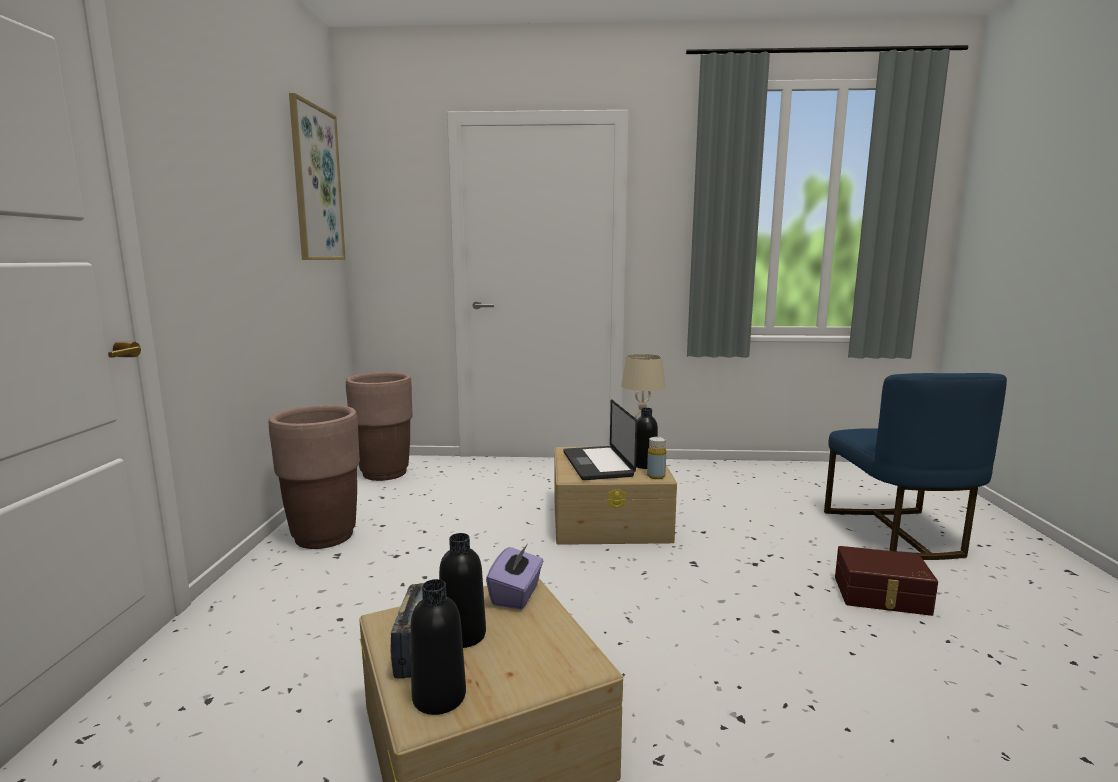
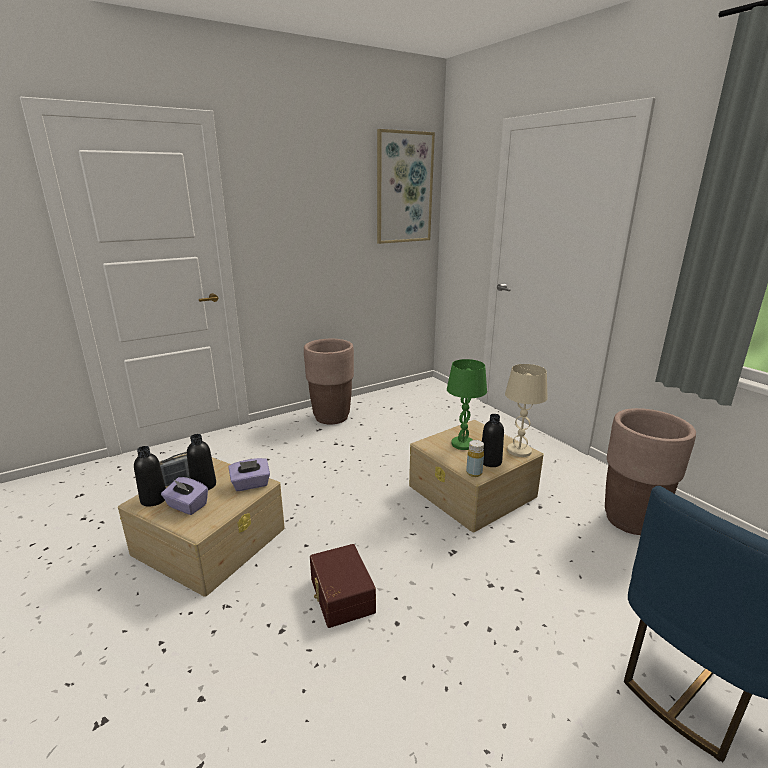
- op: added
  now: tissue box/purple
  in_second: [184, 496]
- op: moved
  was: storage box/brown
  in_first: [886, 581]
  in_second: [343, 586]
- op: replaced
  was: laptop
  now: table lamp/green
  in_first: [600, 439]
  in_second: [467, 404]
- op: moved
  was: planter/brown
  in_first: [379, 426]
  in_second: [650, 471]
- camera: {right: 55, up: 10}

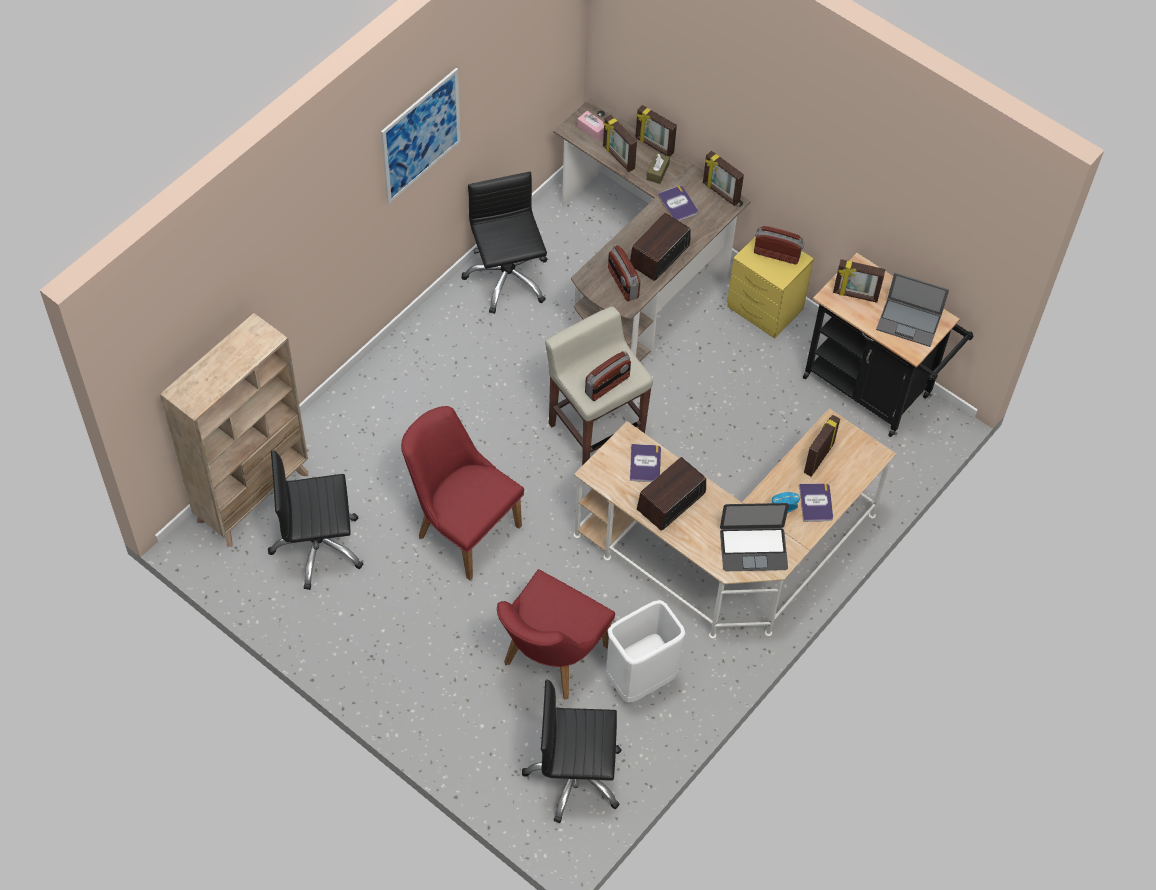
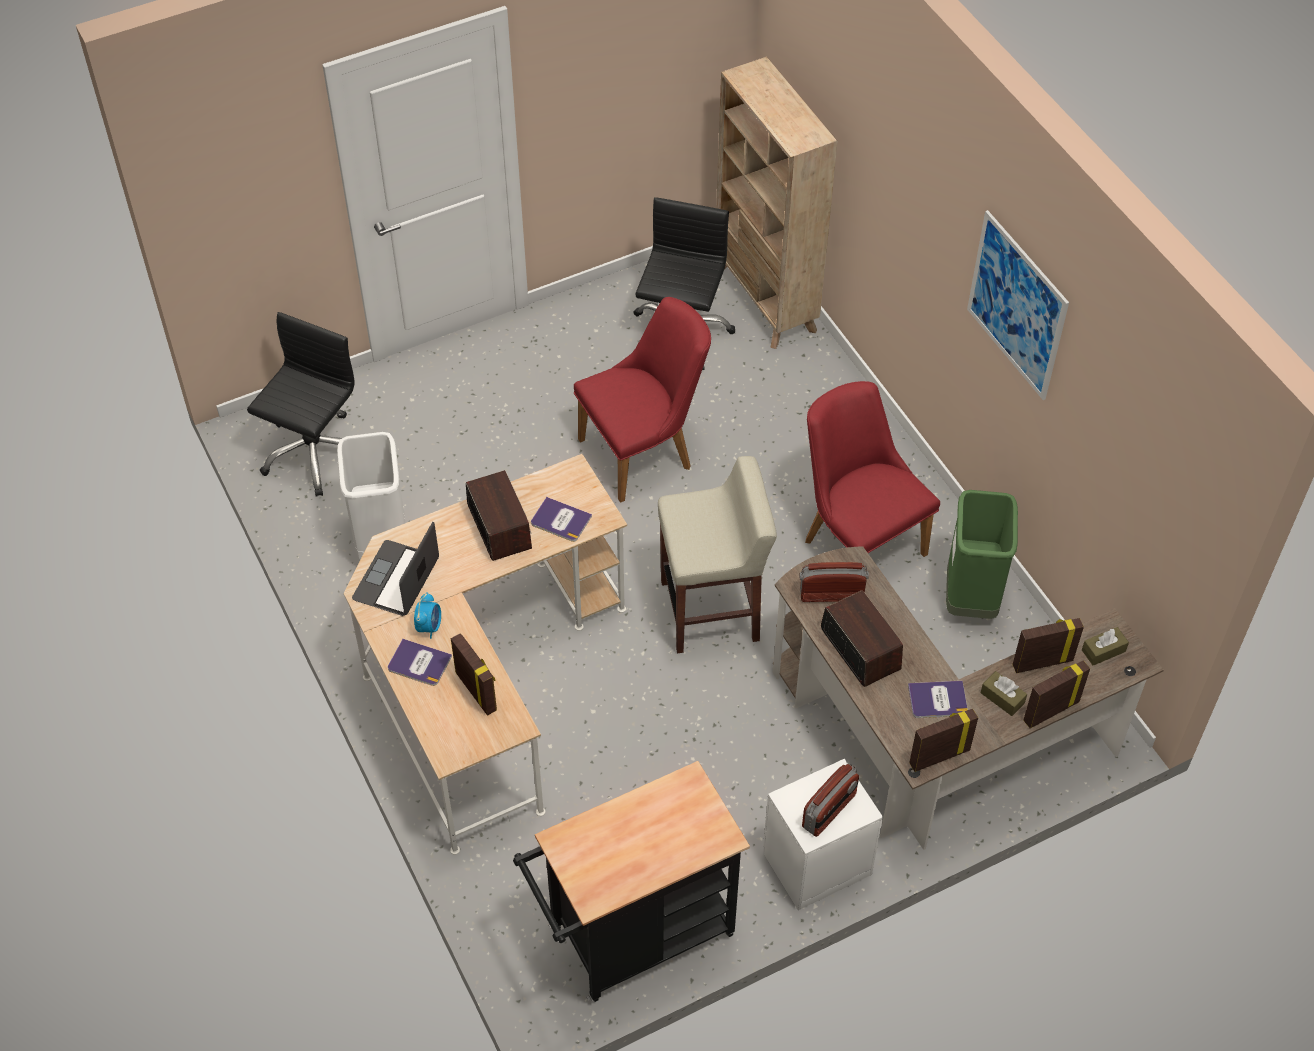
- op: recoloured
  was: nightstand/yellow
  now: nightstand/white
  in_first: [770, 287]
  in_second: [823, 834]
- op: moved
  was: chair/red
  in_first: [556, 634]
  in_second: [872, 469]
- op: replaced
  was: office chair/black
  now: trash can/green
  in_first: [504, 243]
  in_second: [982, 554]
- op: recoloured
  was: tissue box/pink
  now: tissue box/brown
  in_first: [590, 125]
  in_second: [1105, 646]
- op: removed
  was: radio
  in_first: [608, 376]
- op: removed
  was: picture frame
  in_first: [859, 281]
- op: removed
  was: laptop
  in_first: [912, 309]
- camera: {right: 115, up: -5}

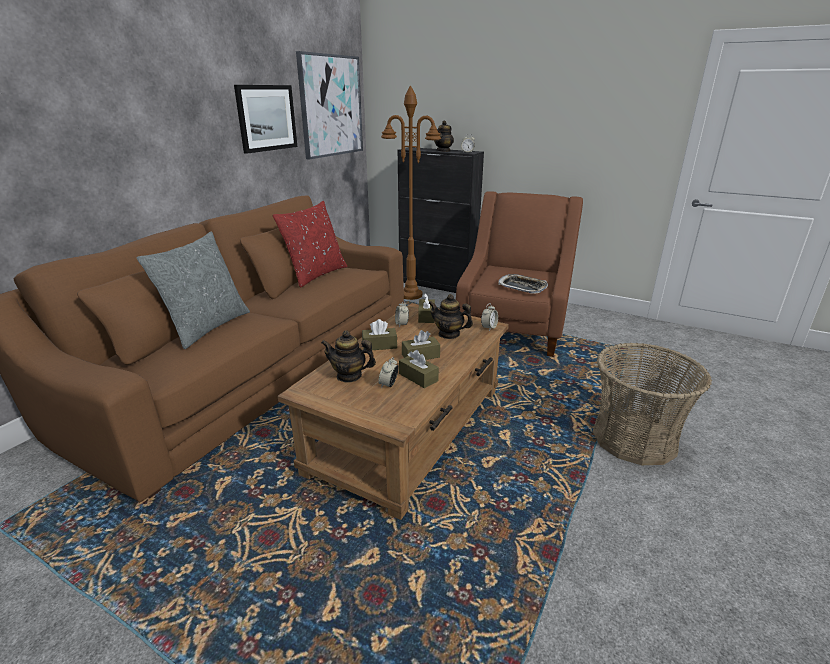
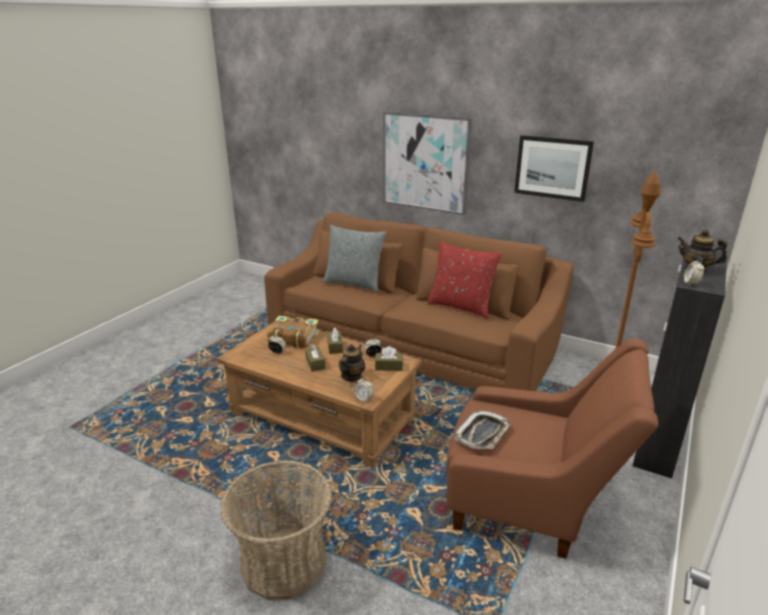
- op: replaced
  was: teapot
  now: book
  in_first: [348, 357]
  in_second: [293, 332]
- op: moved
  was: picture
  in_first: [329, 105]
  in_second: [427, 163]
- op: removed
  was: tissue box/brown
  in_first: [419, 369]
- camera: {right: 90, up: 0}

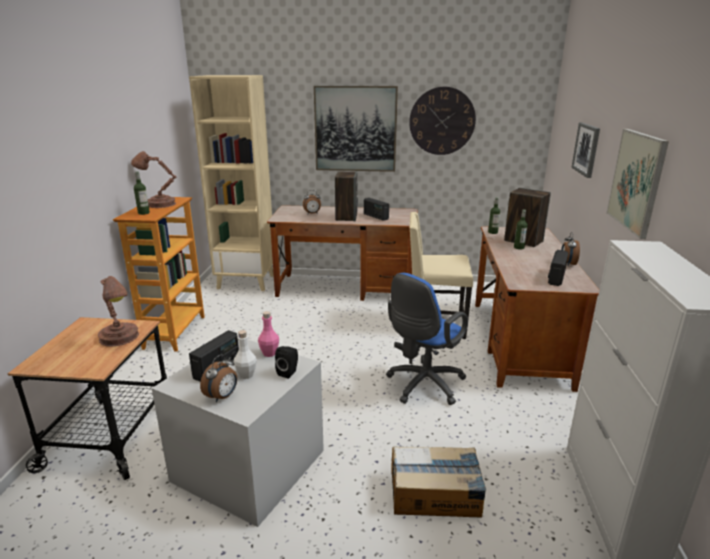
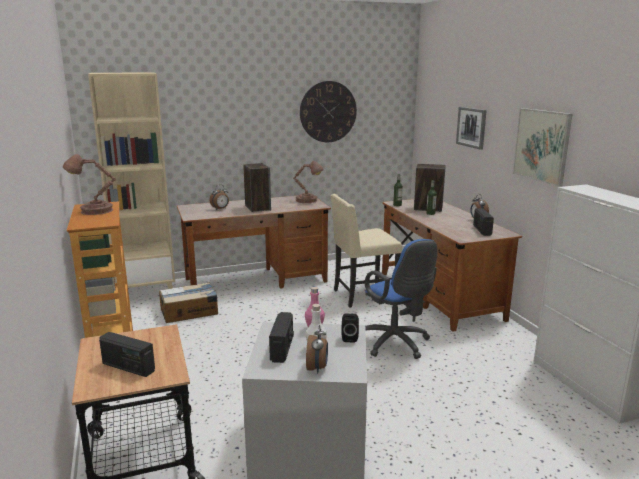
- op: moved
  was: radio
  in_first: [376, 209]
  in_second: [127, 354]
- op: moved
  was: cardboard box
  in_first: [438, 482]
  in_second: [188, 302]
- op: moved
  was: table lamp/brown
  in_first: [118, 311]
  in_second: [308, 182]
- op: turned
  was: office chair/blue
  in_first: [427, 339]
  in_second: [401, 299]
  clockwise: -45
- op: removed
  was: bottle
  in_first: [142, 193]
- op: removed
  was: picture
  in_first: [356, 129]
- camera: {right: -25, up: -5}

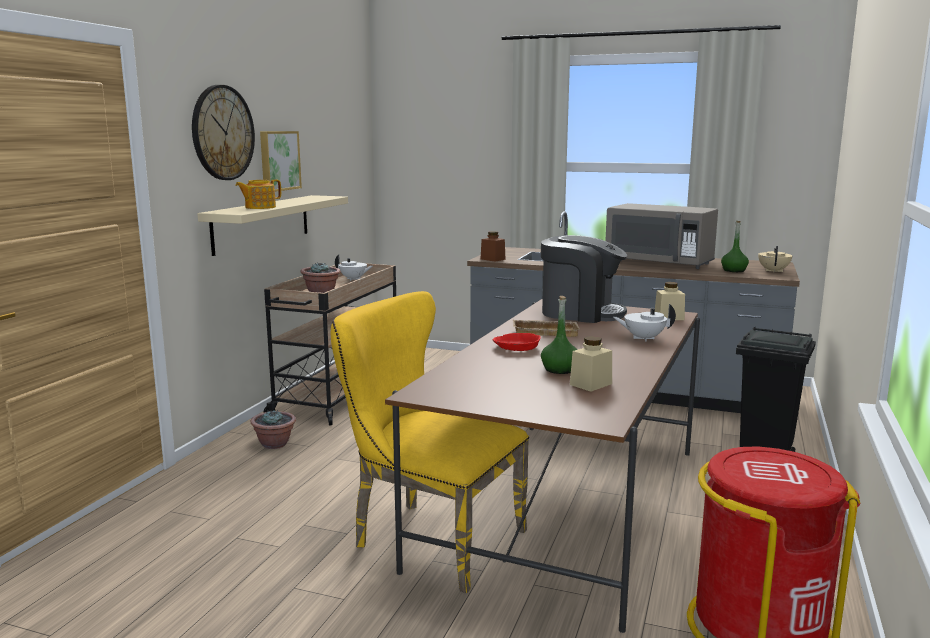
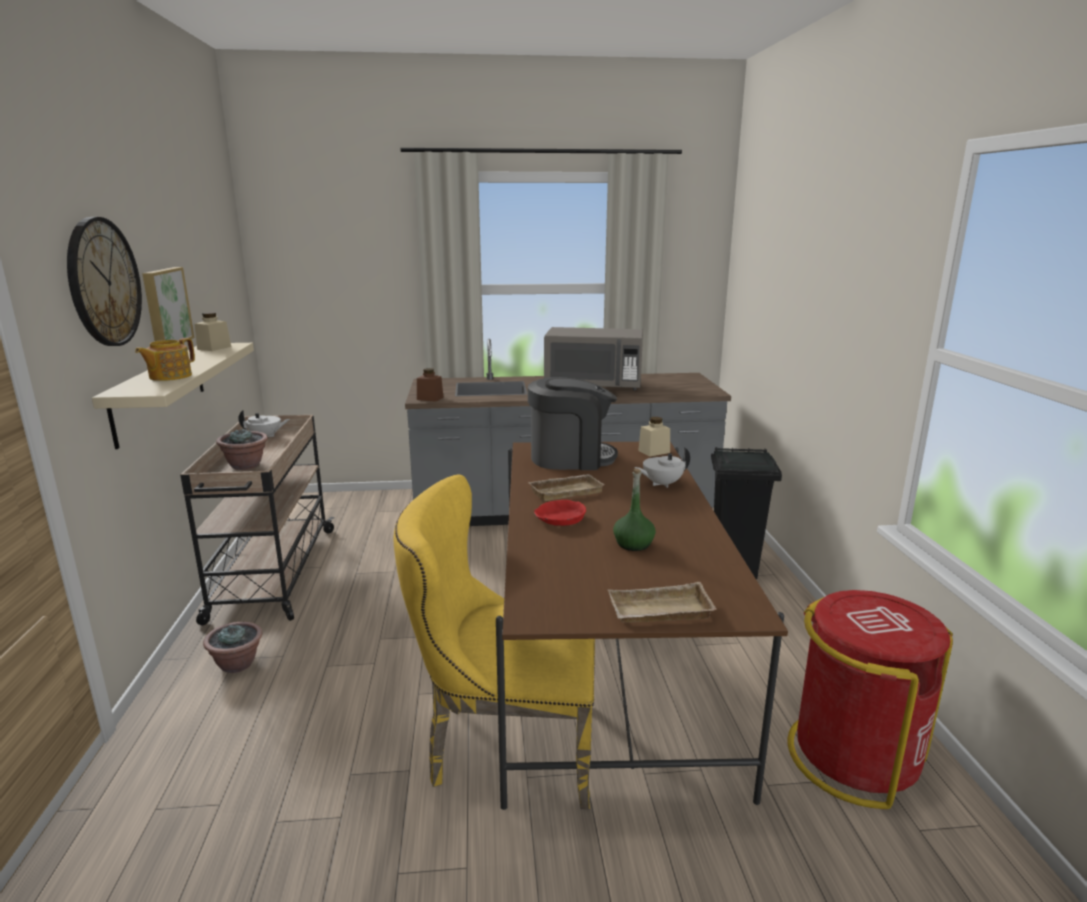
- op: moved
  was: jar/beige
  in_first: [591, 364]
  in_second: [212, 331]
- op: added
  now: tray/beige
  in_second: [662, 602]
- op: removed
  was: bottle/green
  in_first: [735, 246]
- op: removed
  was: teapot/beige
  in_first: [775, 259]
- camera: {right: -25, up: 5}

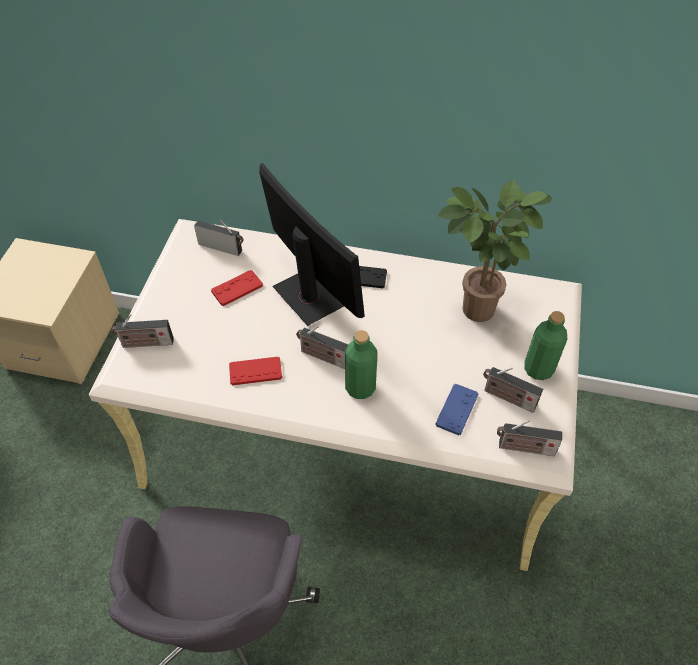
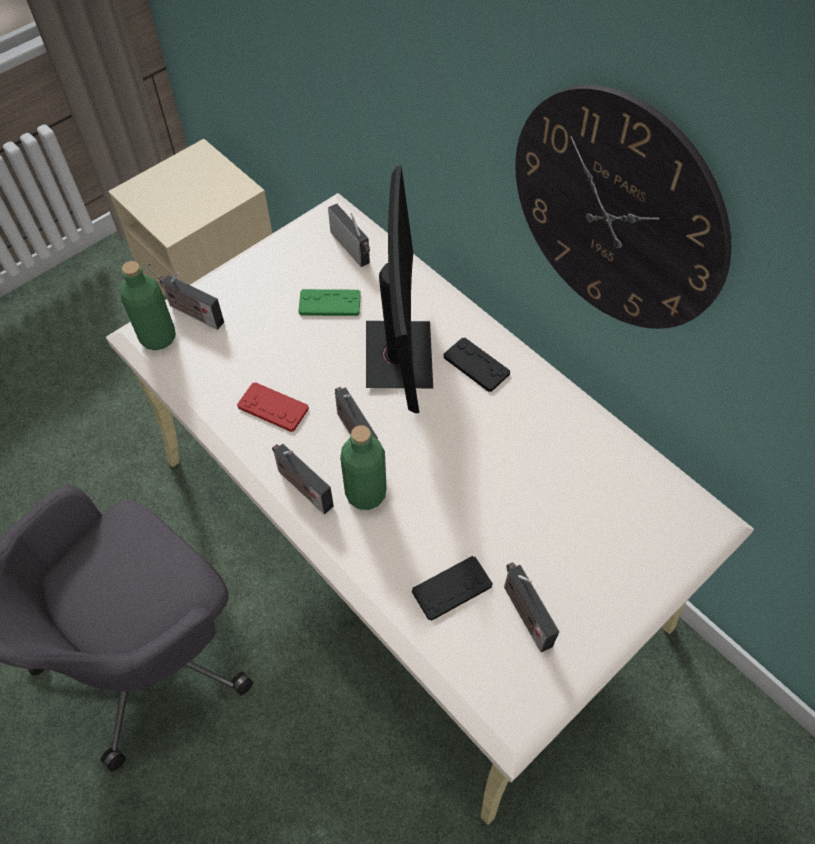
- op: moved
  was: bottle/green
  in_first: [545, 345]
  in_second: [148, 305]
- op: moved
  was: radio
  in_first: [529, 438]
  in_second: [303, 479]
- op: recoloured
  was: game controller/red
  now: game controller/green
  in_first: [237, 288]
  in_second: [329, 302]
- op: recoloured
  was: game controller/blue
  now: game controller/black
  in_first: [457, 409]
  in_second: [452, 588]
- op: added
  now: wall clock
  in_second: [623, 207]
- op: removed
  was: potted plant
  in_first: [495, 251]
- camera: {right: 35, up: 5}

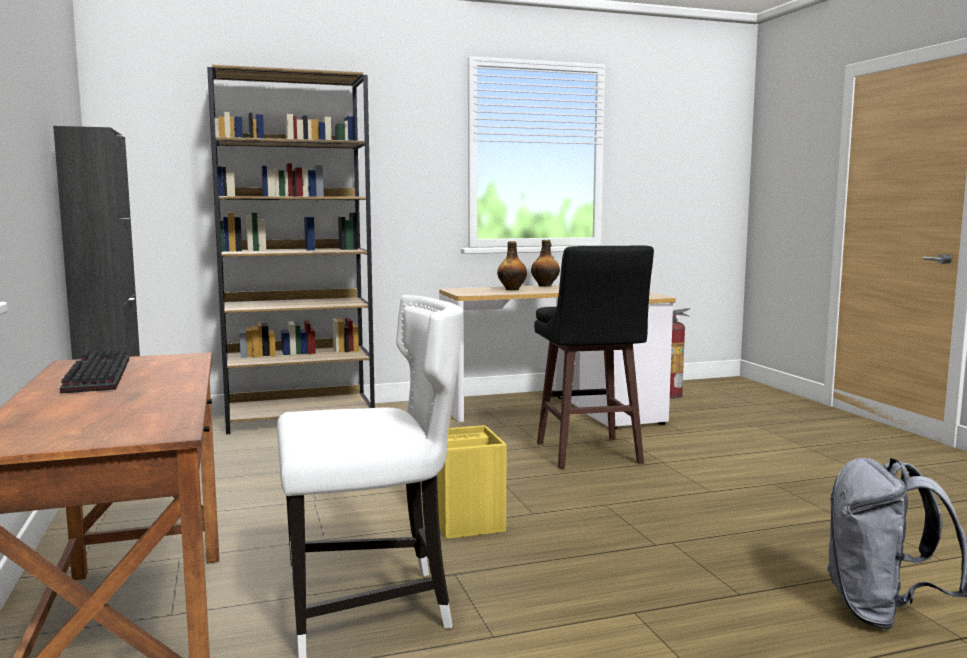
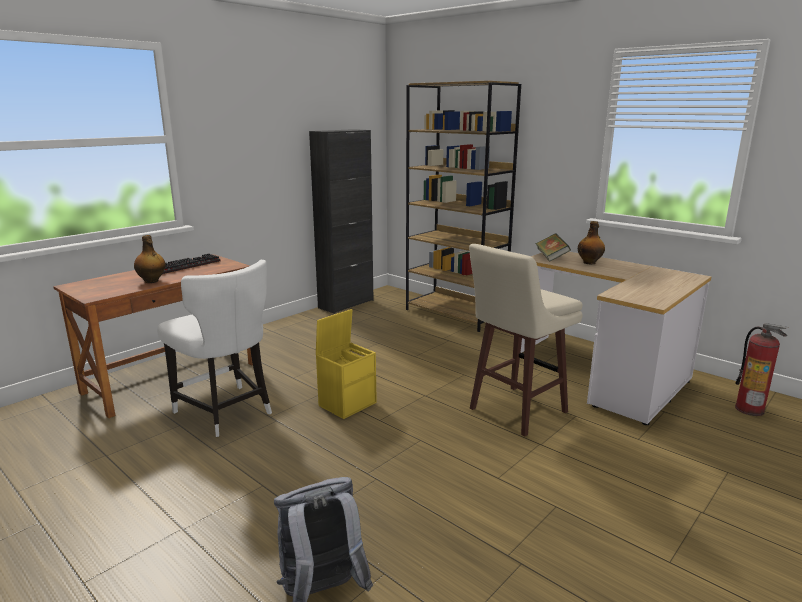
- op: moved
  was: bottle
  in_first: [545, 263]
  in_second: [150, 259]
- op: recoloured
  was: stool/black
  now: stool/beige
  in_first: [594, 357]
  in_second: [526, 340]
- op: added
  now: book
  in_second: [553, 248]
- camera: {right: 60, up: 10}

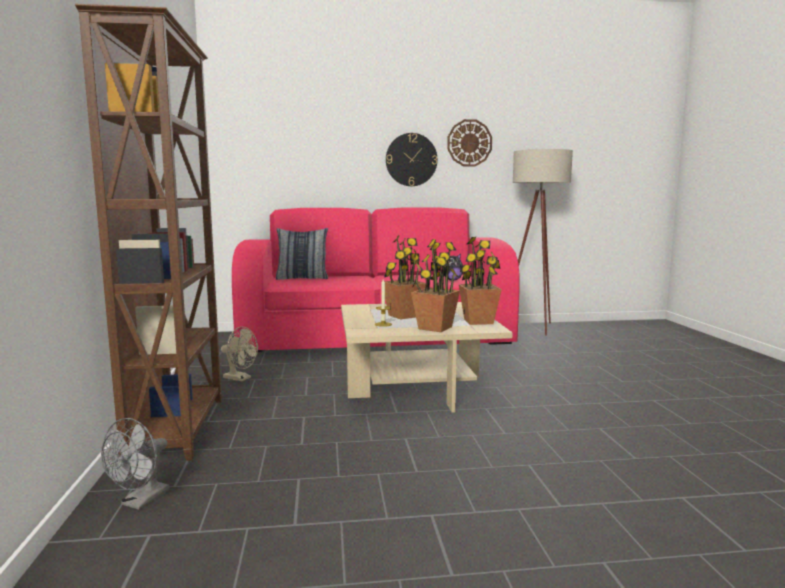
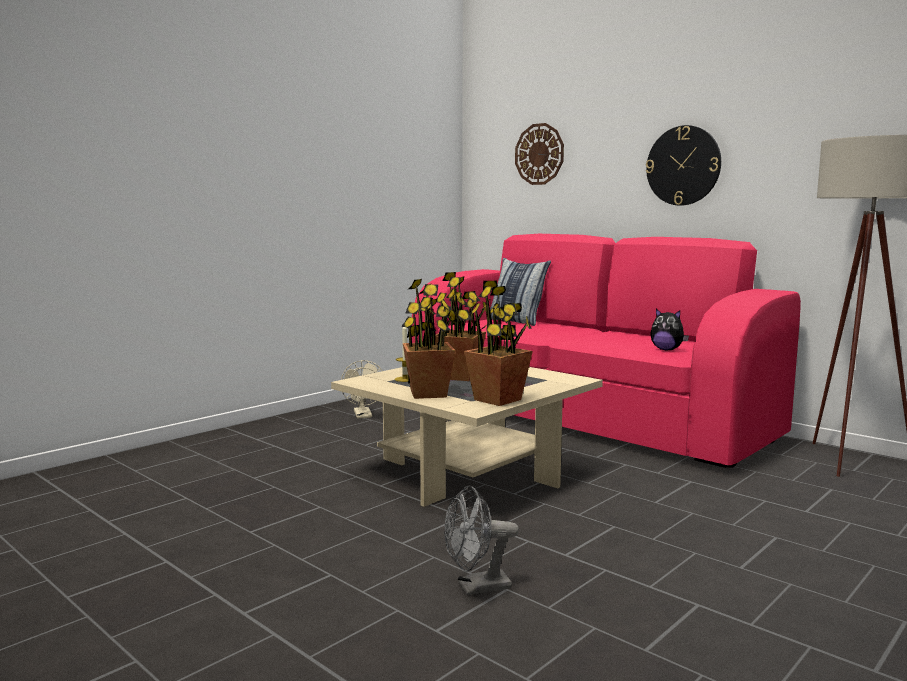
- op: moved
  was: fan/grey
  in_first: [135, 464]
  in_second: [481, 540]
- op: moved
  was: wall clock
  in_first: [469, 143]
  in_second: [539, 154]
- op: removed
  was: bookcase/brown
  in_first: [148, 232]
- camera: {right: 50, up: 0}

